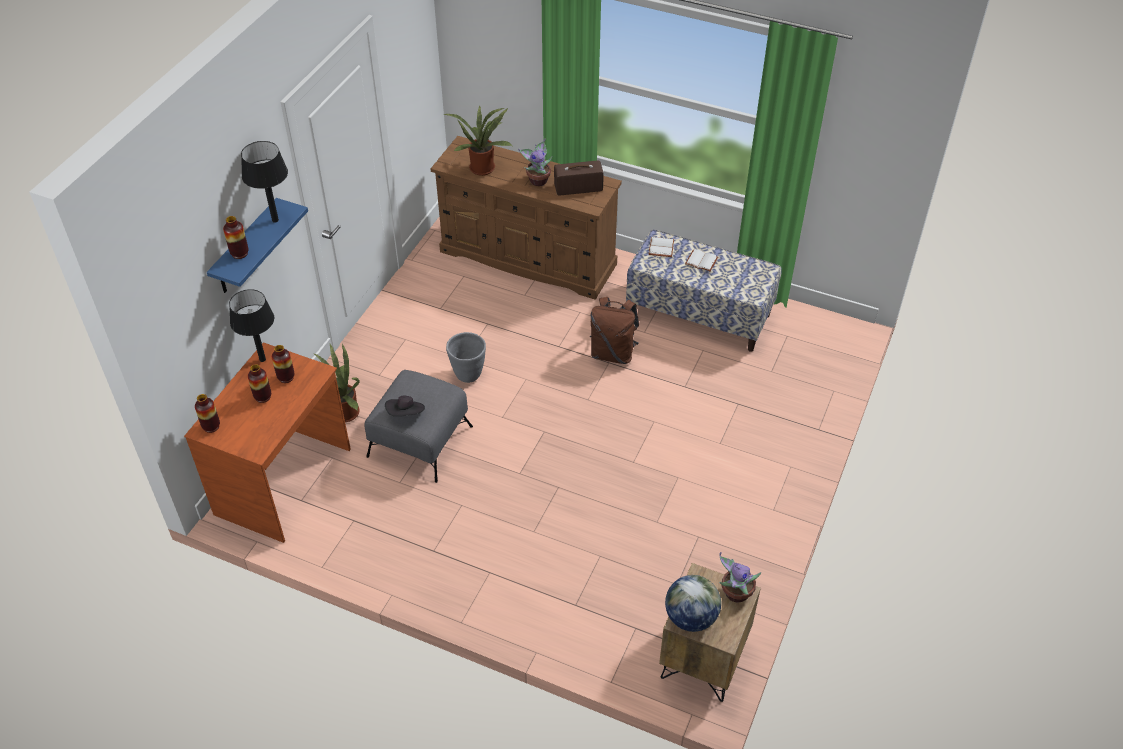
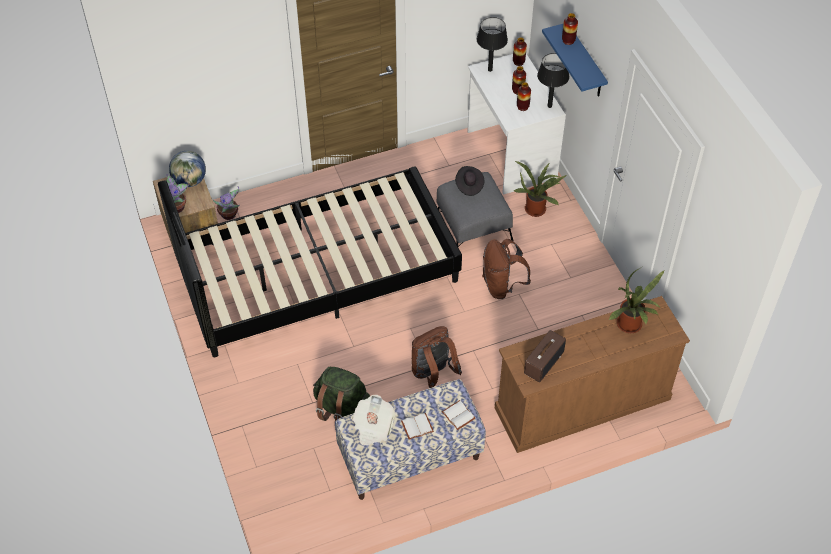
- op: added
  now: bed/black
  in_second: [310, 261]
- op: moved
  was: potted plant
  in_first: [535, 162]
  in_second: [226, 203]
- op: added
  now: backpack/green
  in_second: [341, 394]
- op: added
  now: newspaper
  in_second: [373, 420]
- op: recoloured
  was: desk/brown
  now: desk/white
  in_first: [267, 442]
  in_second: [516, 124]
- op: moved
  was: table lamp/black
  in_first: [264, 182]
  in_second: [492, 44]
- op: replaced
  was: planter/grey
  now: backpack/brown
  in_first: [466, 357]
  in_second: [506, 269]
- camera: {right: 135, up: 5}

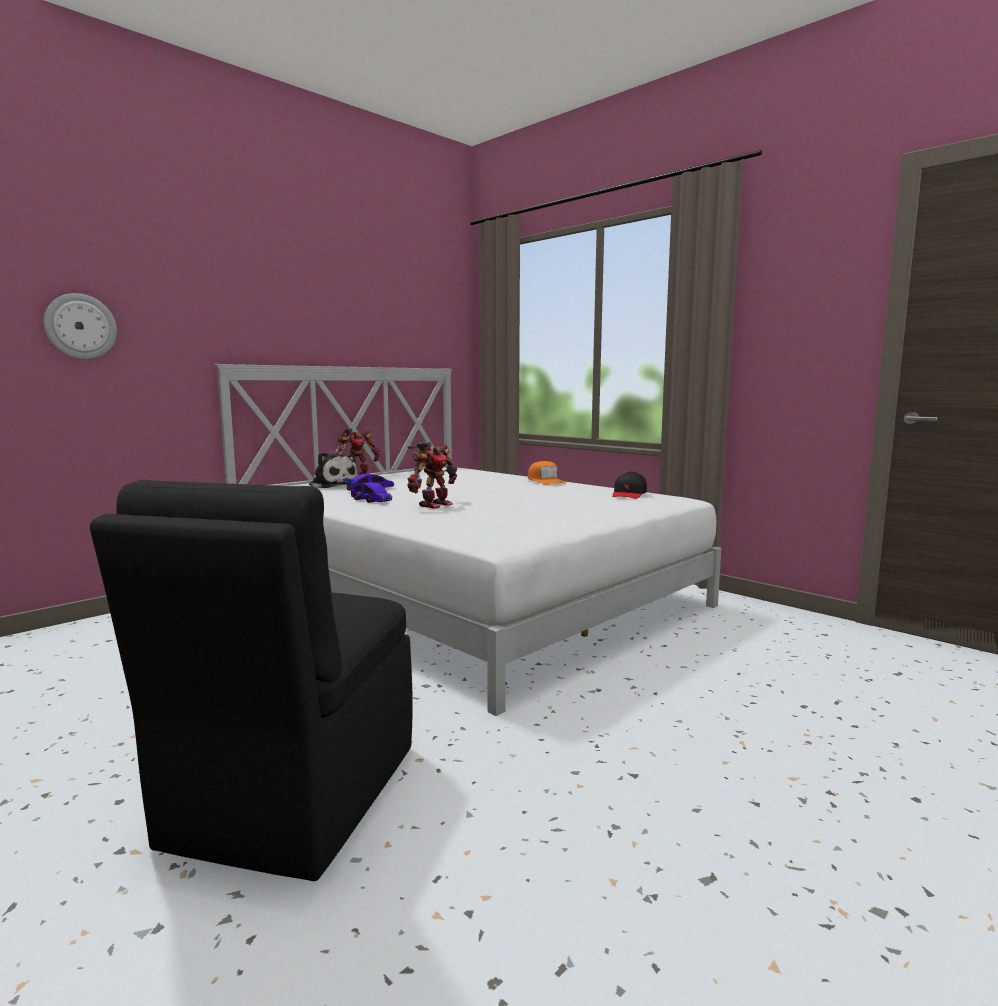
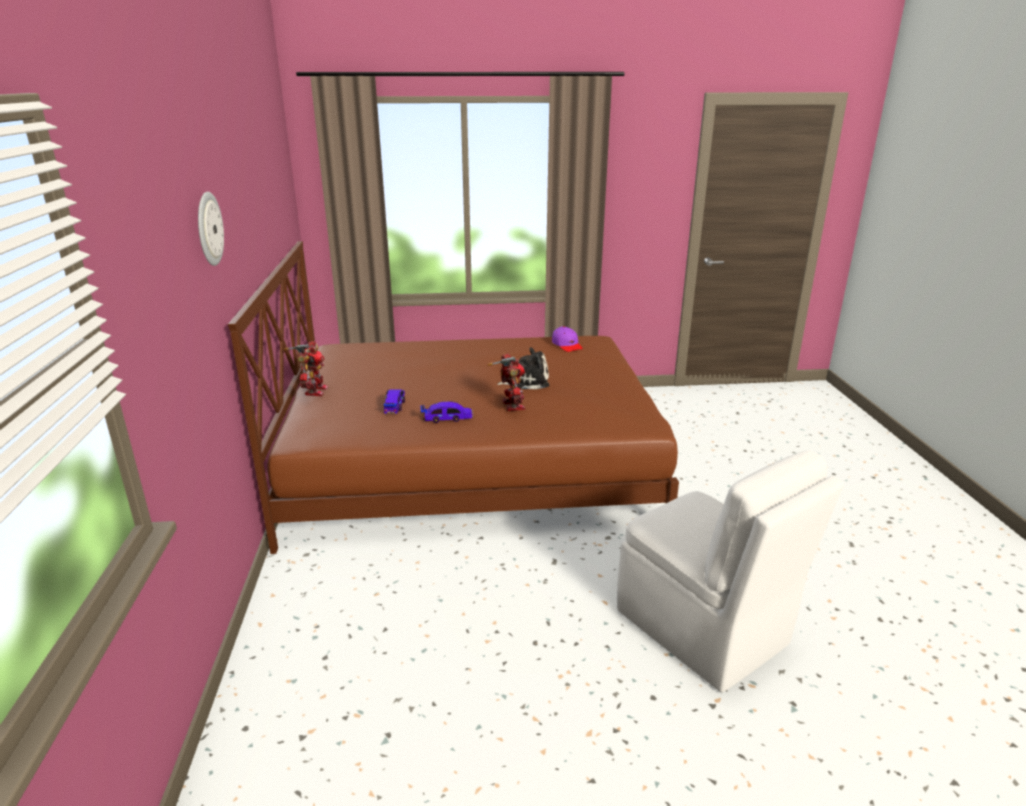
- op: moved
  was: wall clock
  in_first: [80, 326]
  in_second: [211, 229]
- op: recoloured
  was: bed/white
  now: bed/brown
  in_first: [467, 540]
  in_second: [453, 397]
- op: moved
  was: plush toy
  in_first: [333, 470]
  in_second: [523, 368]
- op: recoloured
  was: cap/black
  now: cap/purple
  in_first: [629, 485]
  in_second: [567, 339]
- op: recoloured
  was: chair/black
  now: chair/white
  in_first: [251, 680]
  in_second: [730, 571]
- op: removed
  was: cap/orange
  in_first: [547, 473]
- camera: {right: -50, up: 15}

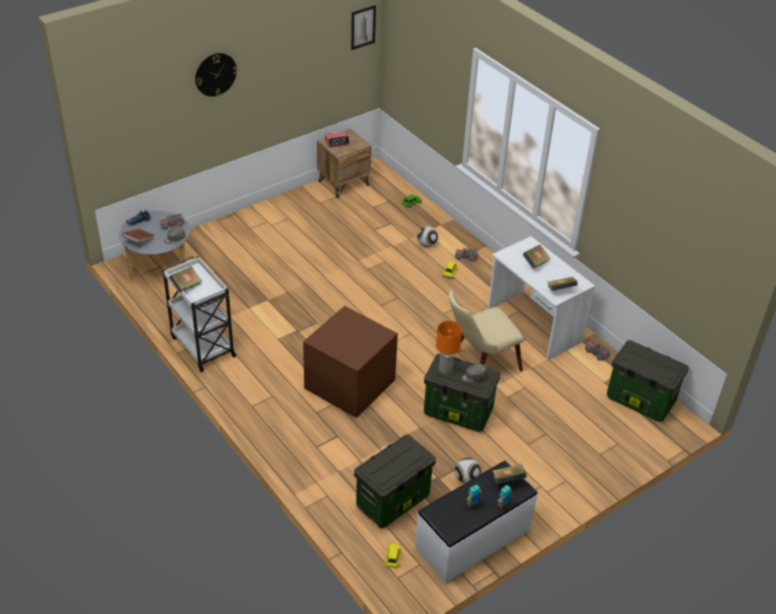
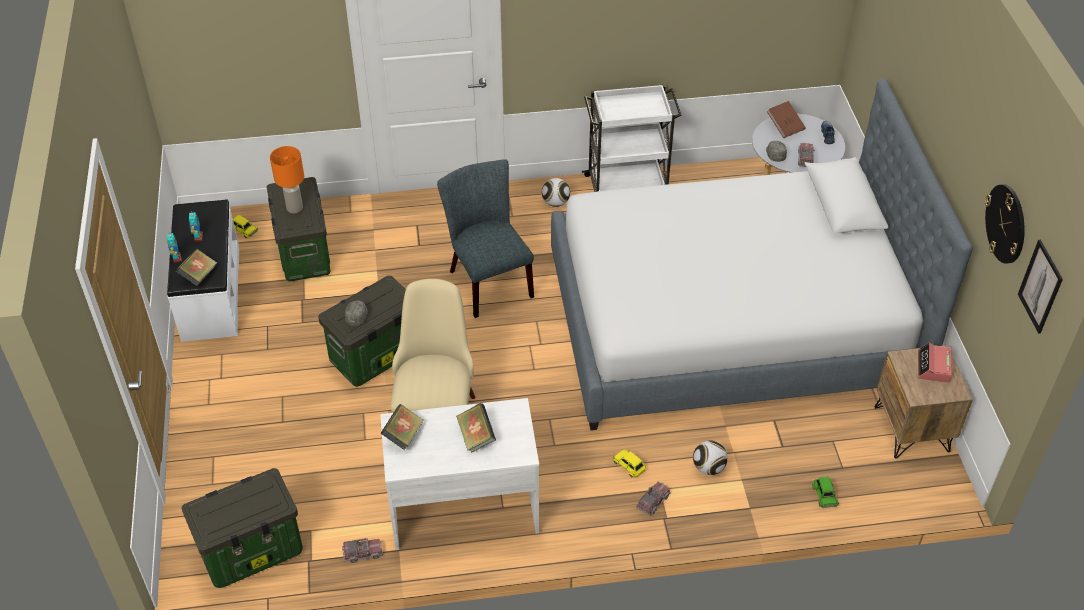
- op: moved
  was: table lamp/orange
  in_first: [449, 347]
  in_second: [287, 179]
- op: replaced
  was: storage box/brown
  now: chair/grey
  in_first: [350, 362]
  in_second: [485, 238]
- op: moved
  was: football
  in_first: [468, 470]
  in_second: [556, 192]
- op: added
  now: bed
  in_second: [762, 254]
- op: moved
  was: wall clock
  in_first: [216, 75]
  in_second: [1005, 224]
- op: removed
  was: book
  in_first: [185, 280]
- camera: {right: 120, up: 5}

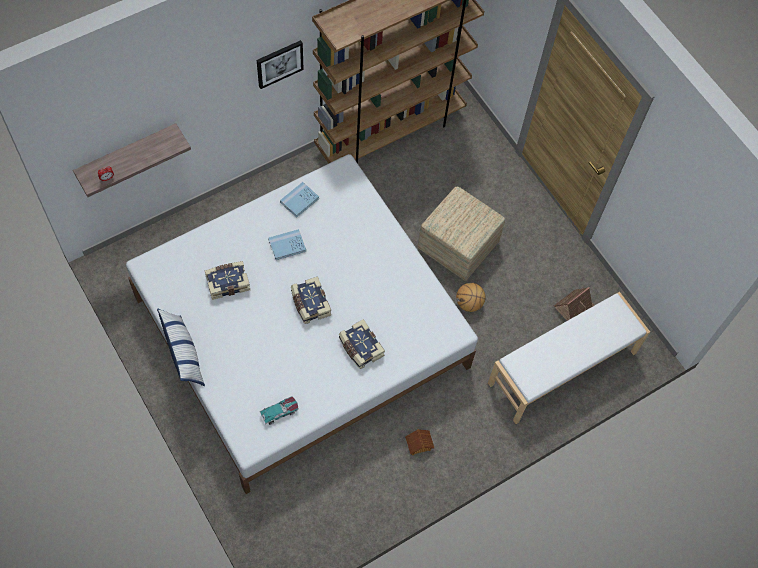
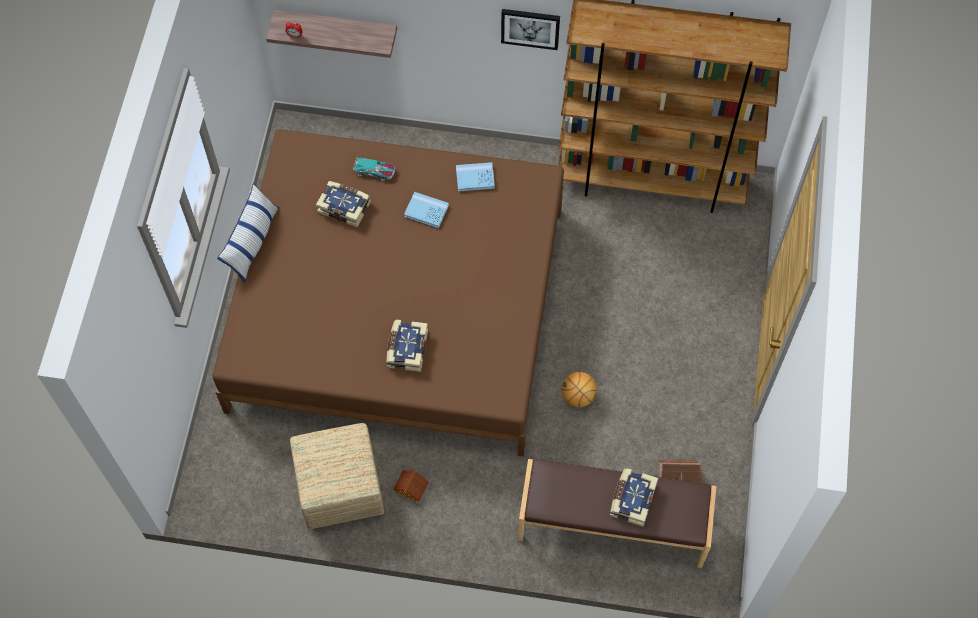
- op: recoloured
  was: bed/white
  now: bed/brown
  in_first: [302, 324]
  in_second: [388, 293]
- op: moved
  was: ottoman
  in_first: [461, 234]
  in_second: [337, 476]
- op: moved
  was: toy car
  in_first: [278, 410]
  in_second: [374, 169]
- op: recoloured
  was: bench/white
  now: bench/brown
  in_first: [569, 358]
  in_second: [617, 513]
- op: moved
  was: book
  in_first: [311, 300]
  in_second: [634, 497]
- camera: {right: 45, up: 0}

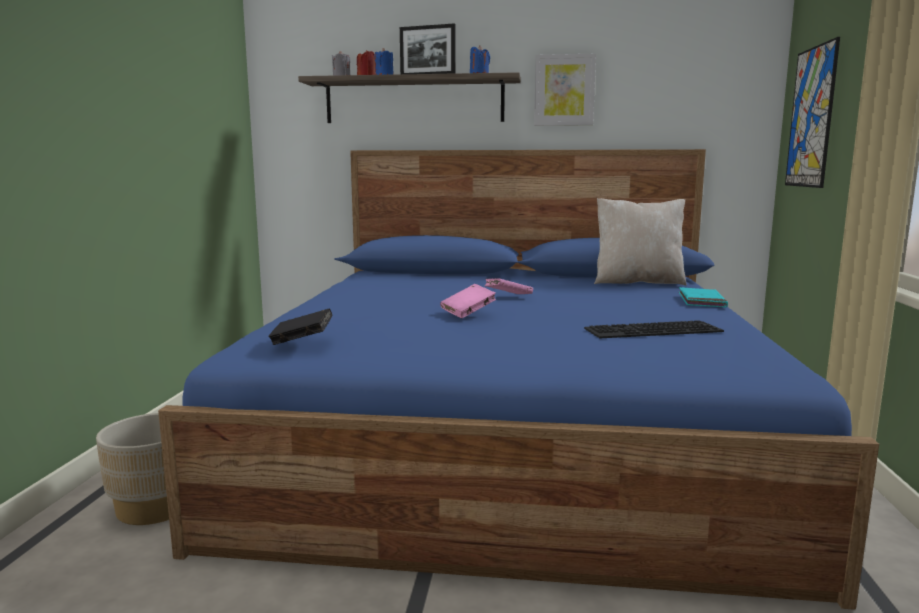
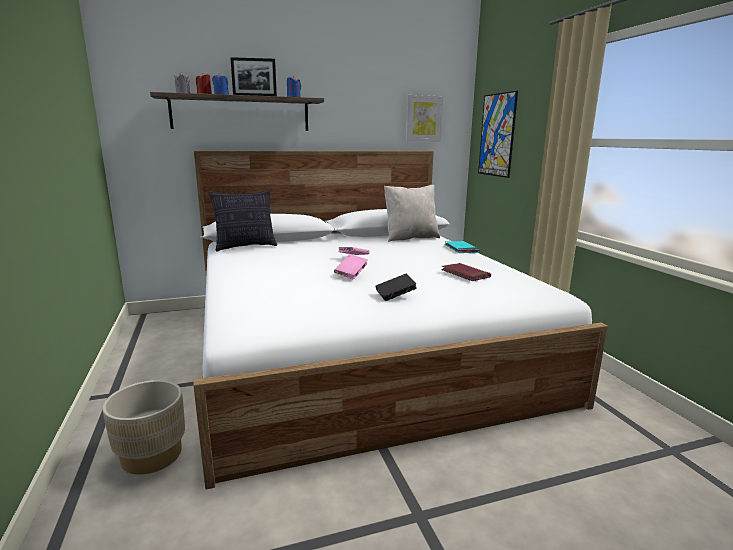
- op: recoloured
  was: bed/blue
  now: bed/white
  in_first: [518, 379]
  in_second: [400, 320]
- op: added
  now: pillow
  in_second: [243, 221]
- op: moved
  was: book/black
  in_first: [300, 327]
  in_second: [396, 287]
- op: moved
  was: picture
  in_first: [565, 90]
  in_second: [424, 118]
- op: replaced
  was: keyboard
  now: book/red
  in_first: [654, 329]
  in_second: [466, 272]
- camera: {right: -25, up: 5}

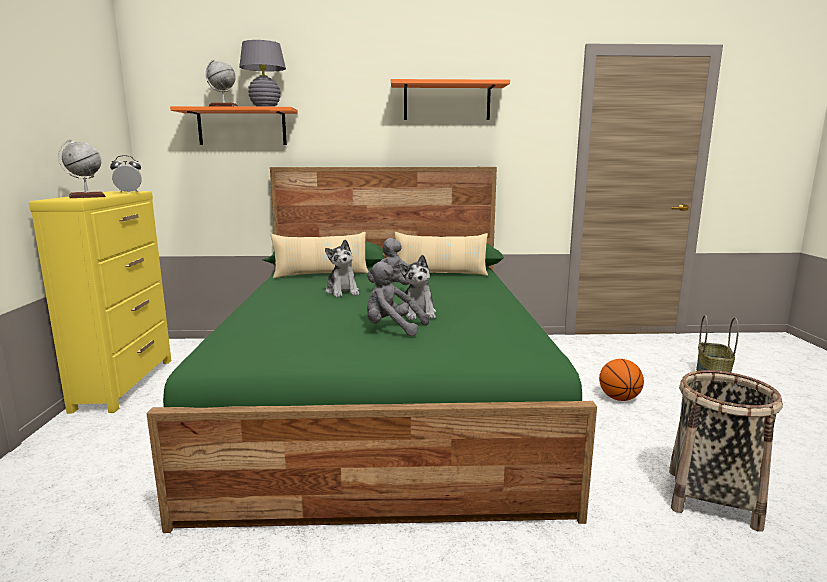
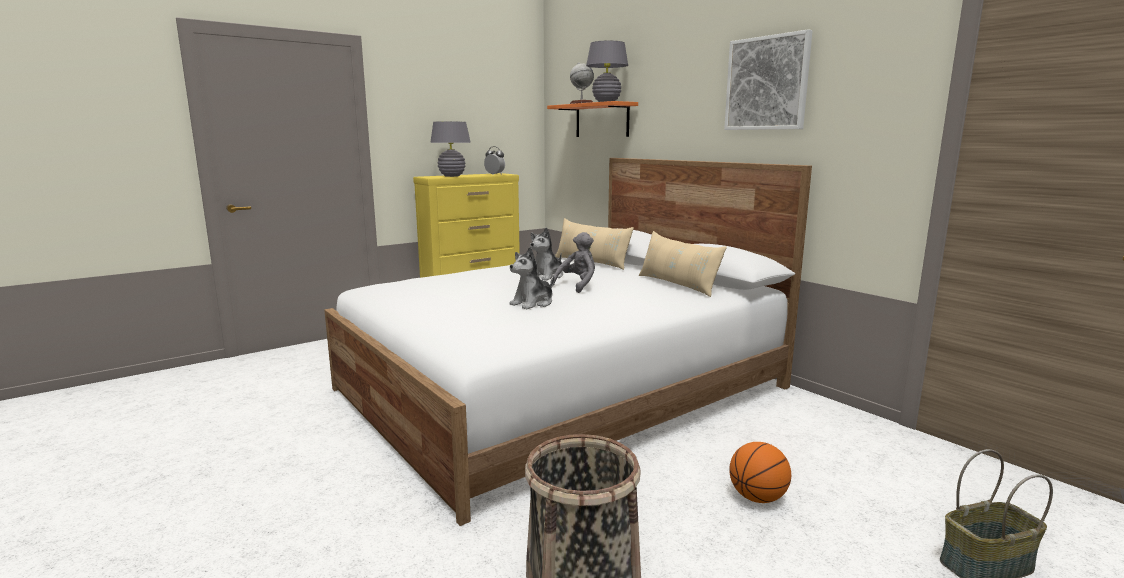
- op: recoloured
  was: bed/green
  now: bed/white
  in_first: [372, 350]
  in_second: [568, 342]
- op: replaced
  was: globe
  now: table lamp/grey
  in_first: [82, 168]
  in_second: [450, 149]
- op: replaced
  was: shelf/orange
  now: picture
  in_first: [450, 99]
  in_second: [768, 79]
- op: removed
  was: plush toy/grey
  in_first: [398, 298]
- camera: {right: 55, up: 0}

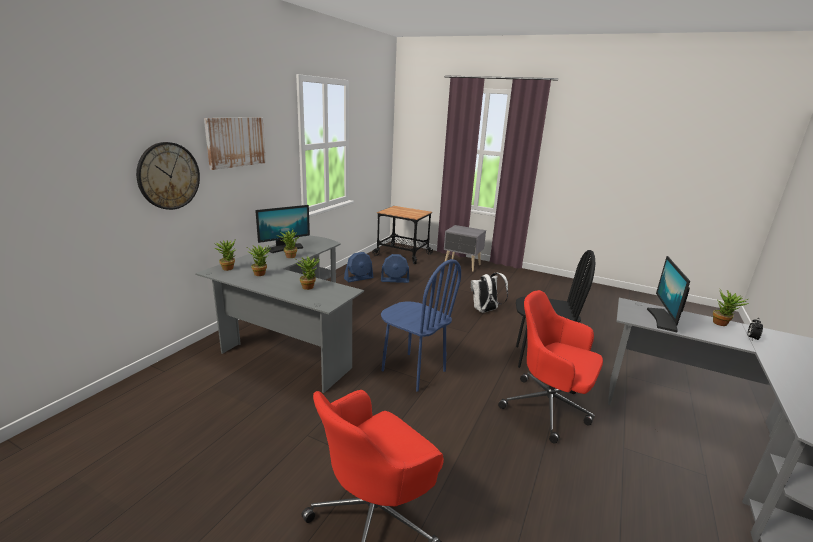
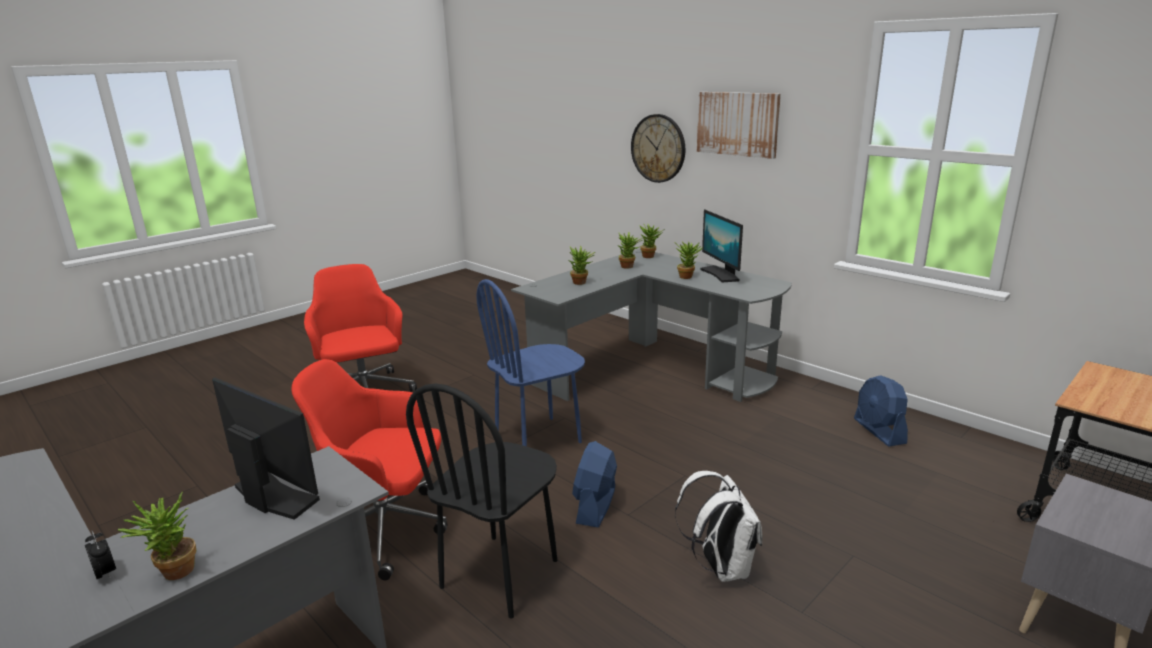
- op: turned
  was: office chair/red
  in_first: [550, 367]
  in_second: [369, 469]
  clockwise: -135
- op: moved
  was: fan/blue
  in_first: [395, 268]
  in_second: [594, 484]
- camera: {right: 110, up: 0}

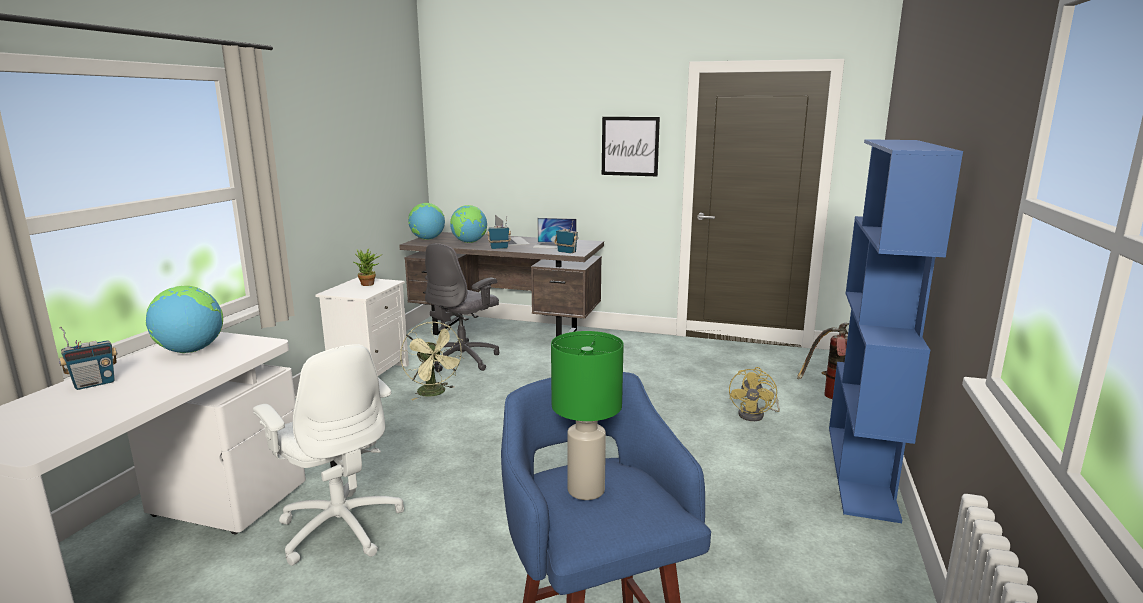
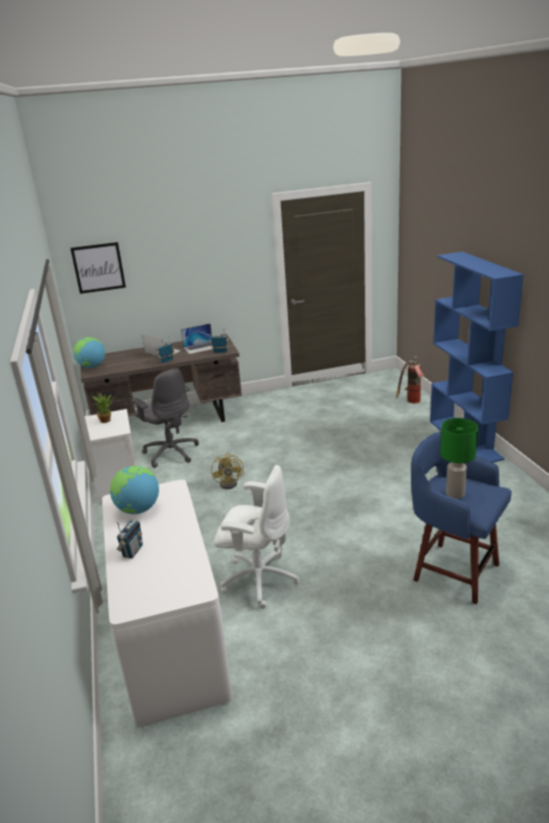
- op: moved
  was: picture
  in_first: [631, 146]
  in_second: [98, 268]
- op: turned
  was: office chair/grey
  in_first: [462, 307]
  in_second: [165, 418]
  clockwise: -45
- op: moved
  was: fan/yellow
  in_first: [754, 394]
  in_second: [227, 470]
- op: removed
  was: fan/green
  in_first: [432, 361]
- op: removed
  was: globe
  in_first: [468, 224]
- camera: {right: -30, up: 10}

